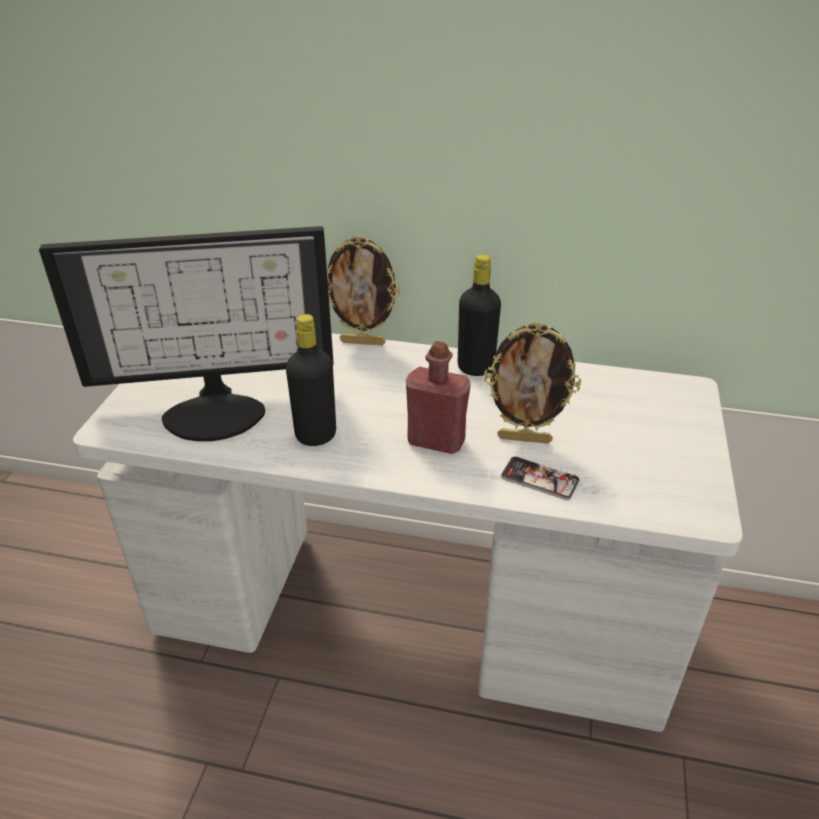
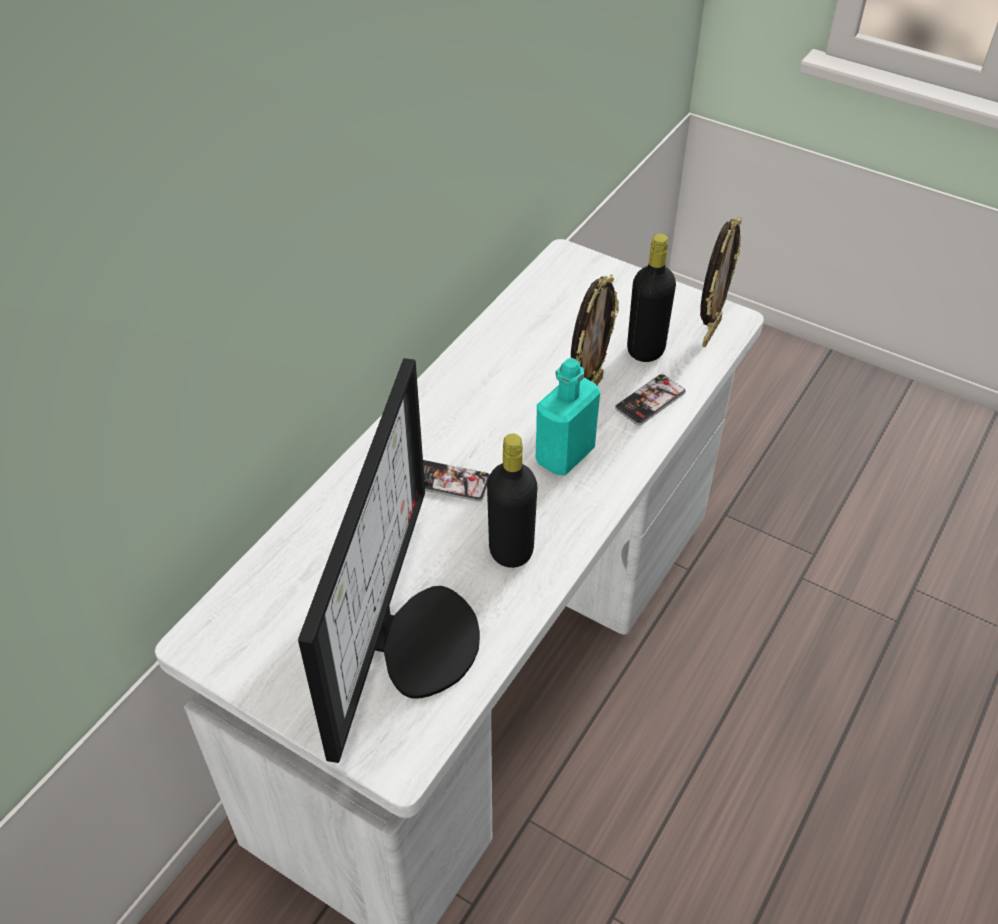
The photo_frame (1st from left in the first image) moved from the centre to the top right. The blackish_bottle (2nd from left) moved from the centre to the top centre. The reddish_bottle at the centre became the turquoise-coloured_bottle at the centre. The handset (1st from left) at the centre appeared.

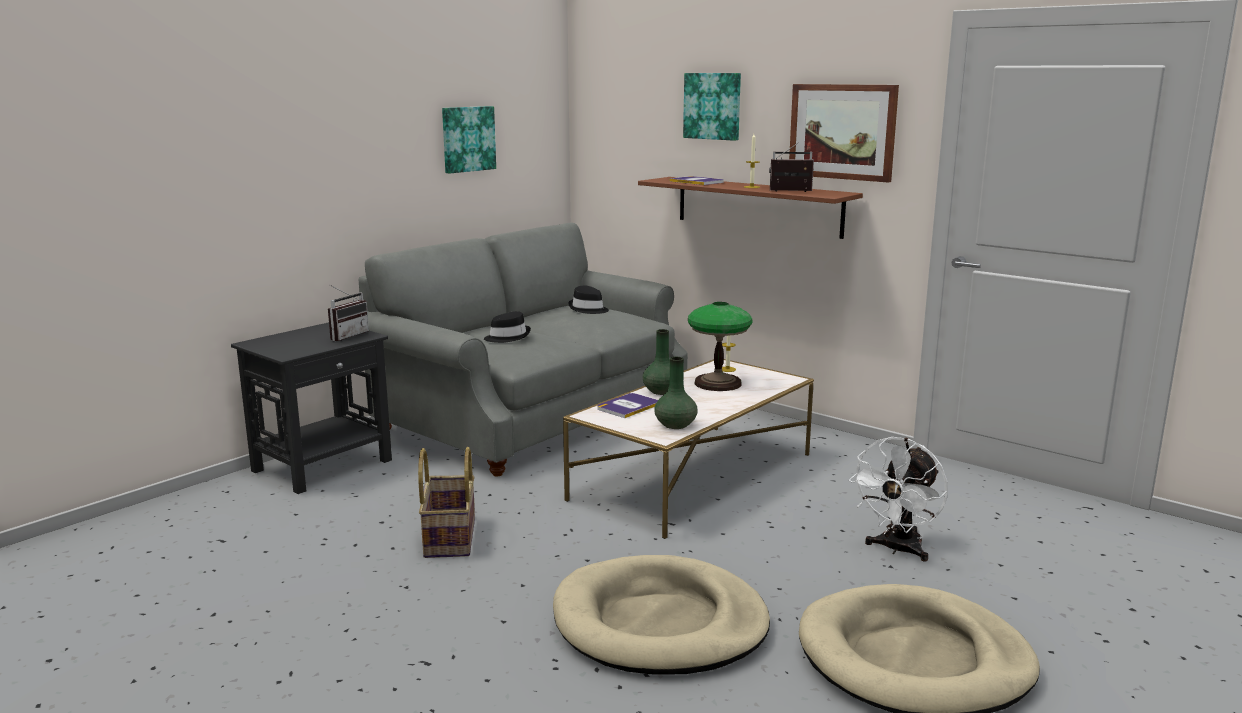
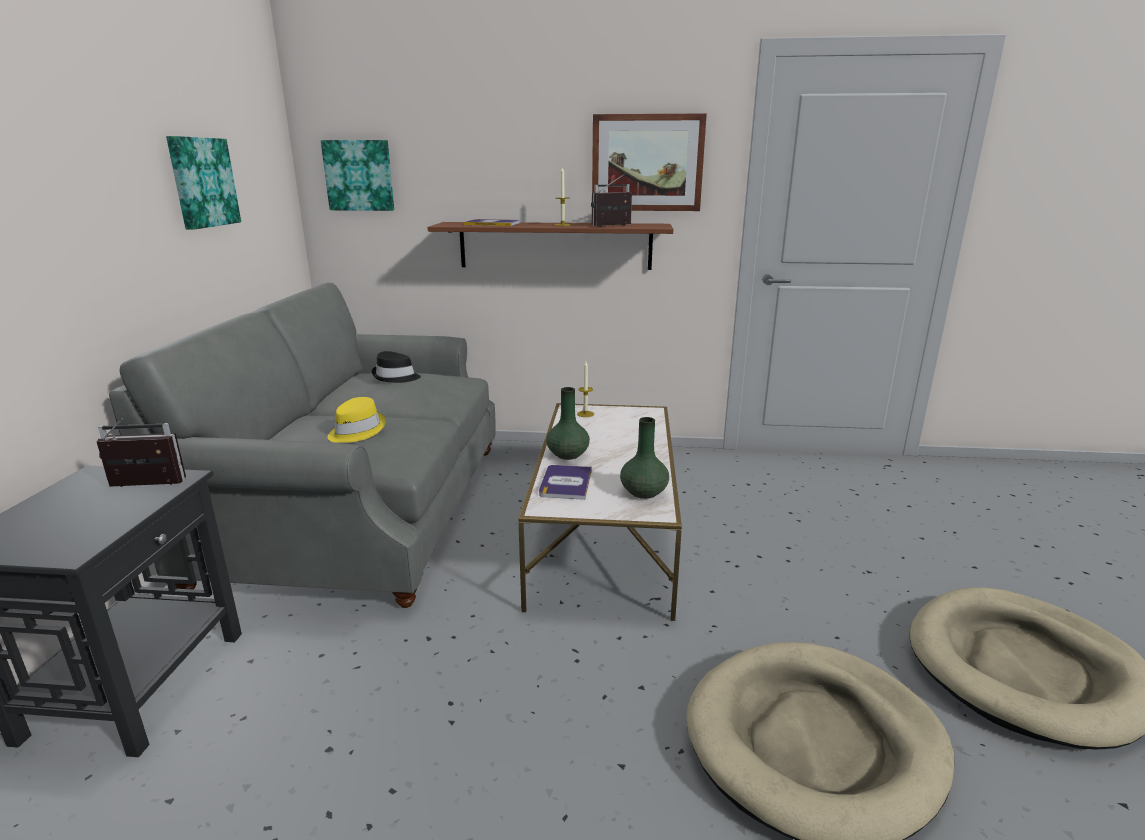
The wall_picture (2nd from left) moved from the top centre to the top left. The radio_set (1st from left) at the middle left turned 90 degrees counterclockwise. The table_lamp at the centre disappeared. The blackish_wearable_hat (1st from left) at the centre became the yellowish_wearable_hat at the middle left. The whitish_electric_fan at the bottom right disappeared. The storage_basket at the bottom centre disappeared.

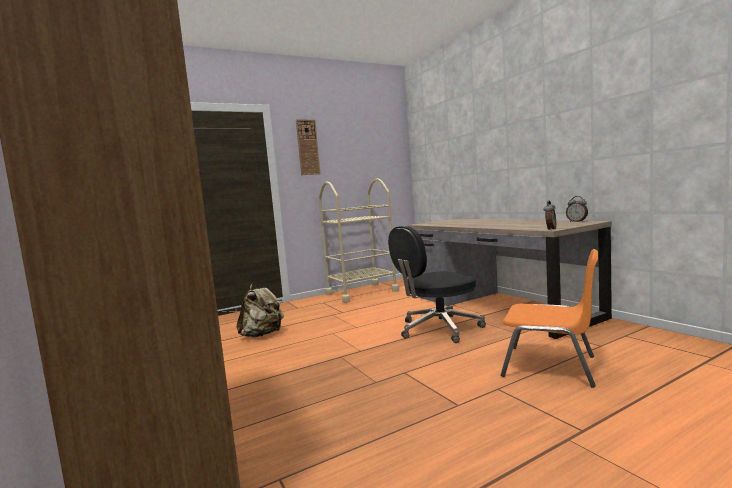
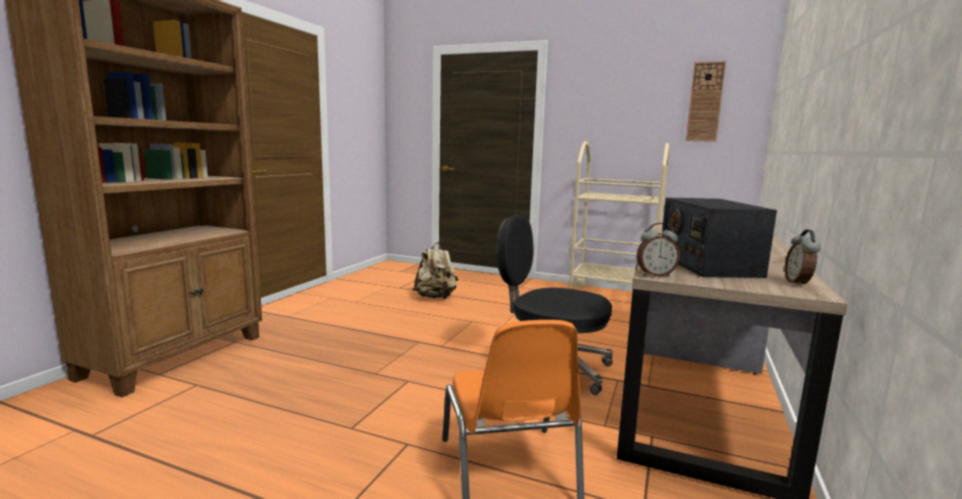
The hanging_clock moved from the top centre to the top right. The radio_set at the middle right appeared.

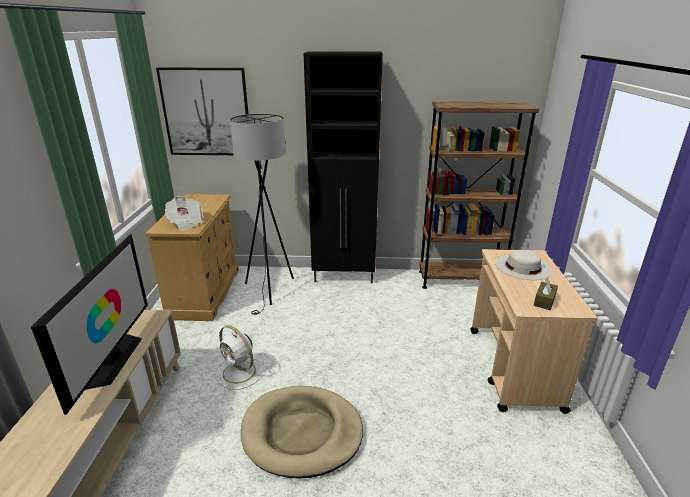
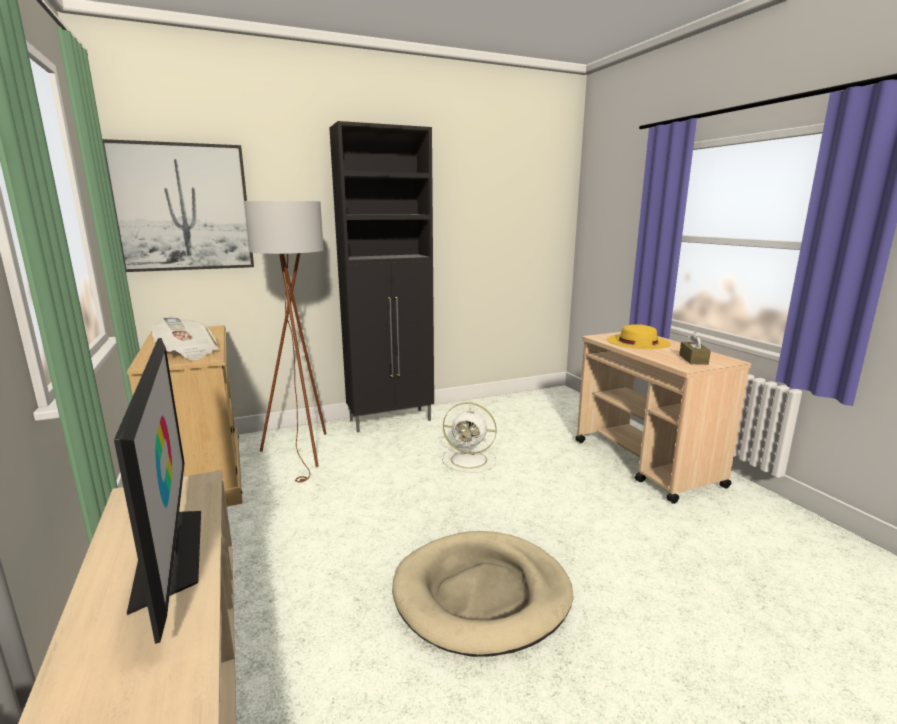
The brown-coloured_bookshelf at the middle right disappeared. The grey_standing_lamp at the centre became the brown-coloured_standing_lamp at the middle left. The whitish_wearable_hat at the middle right became the yellowish_wearable_hat at the middle right. The whitish_electric_fan moved from the bottom centre to the centre.

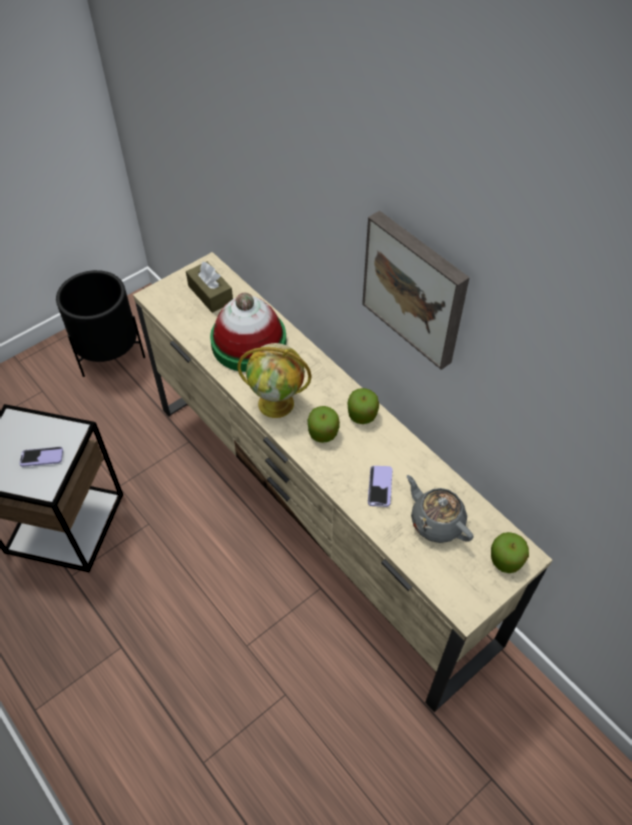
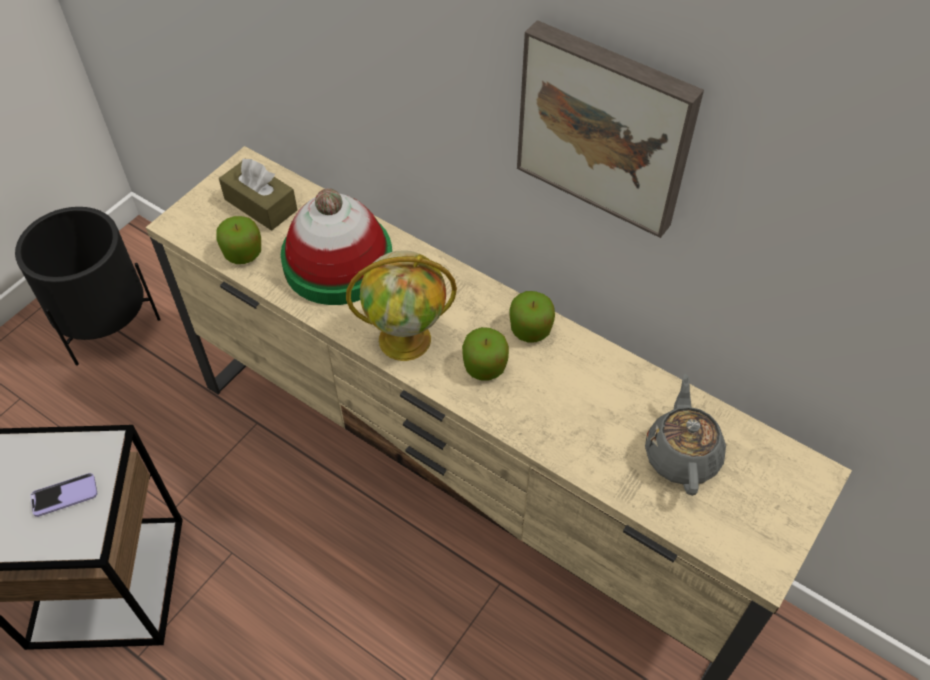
The handset (2nd from left) at the centre disappeared. The grey_teapot at the middle right turned 60 degrees clockwise. The whole_apple (3rd from left in the first image) moved from the bottom right to the middle left.

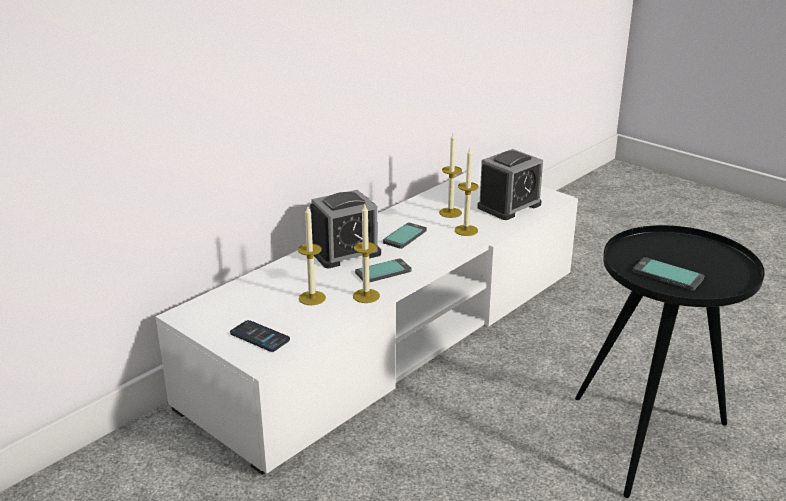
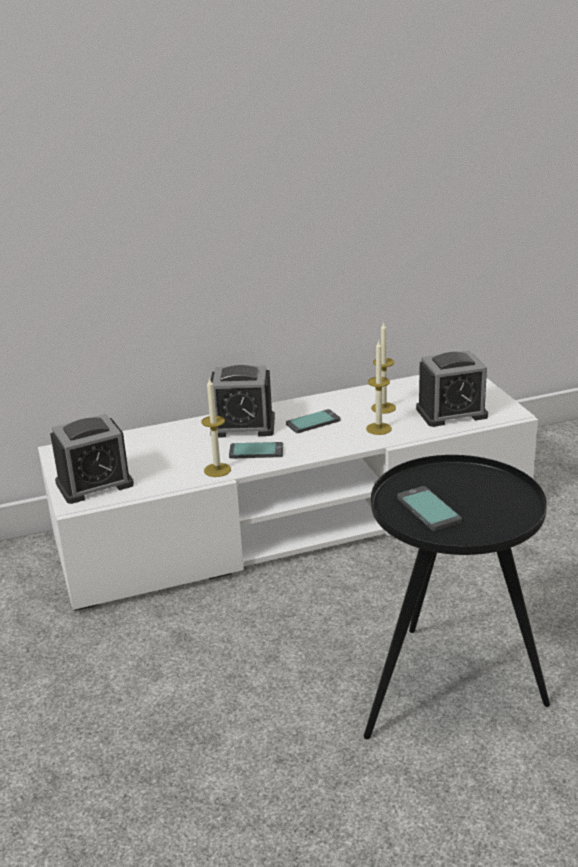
The candle (1st from left) at the centre disappeared. The handset (1st from left) at the bottom left was replaced by the bedside_clock (1st from left) at the middle left.

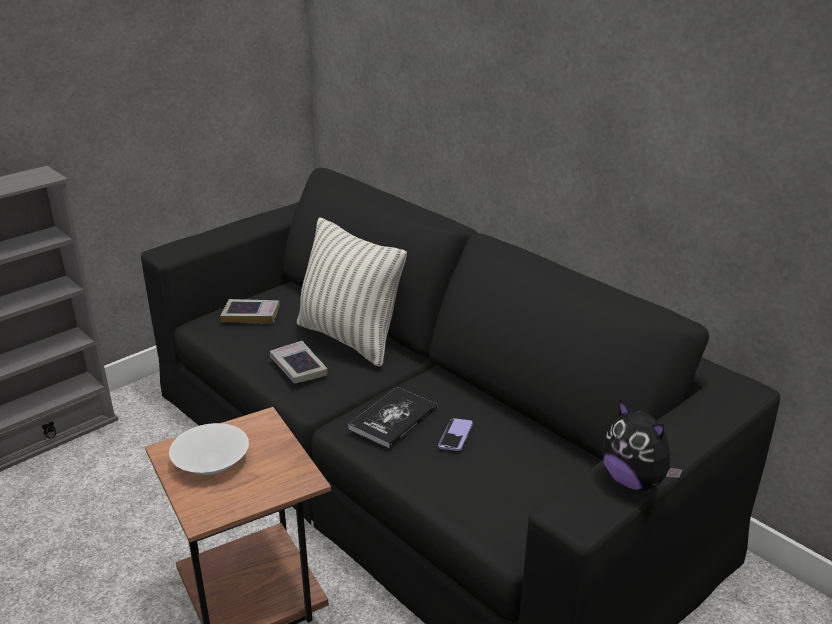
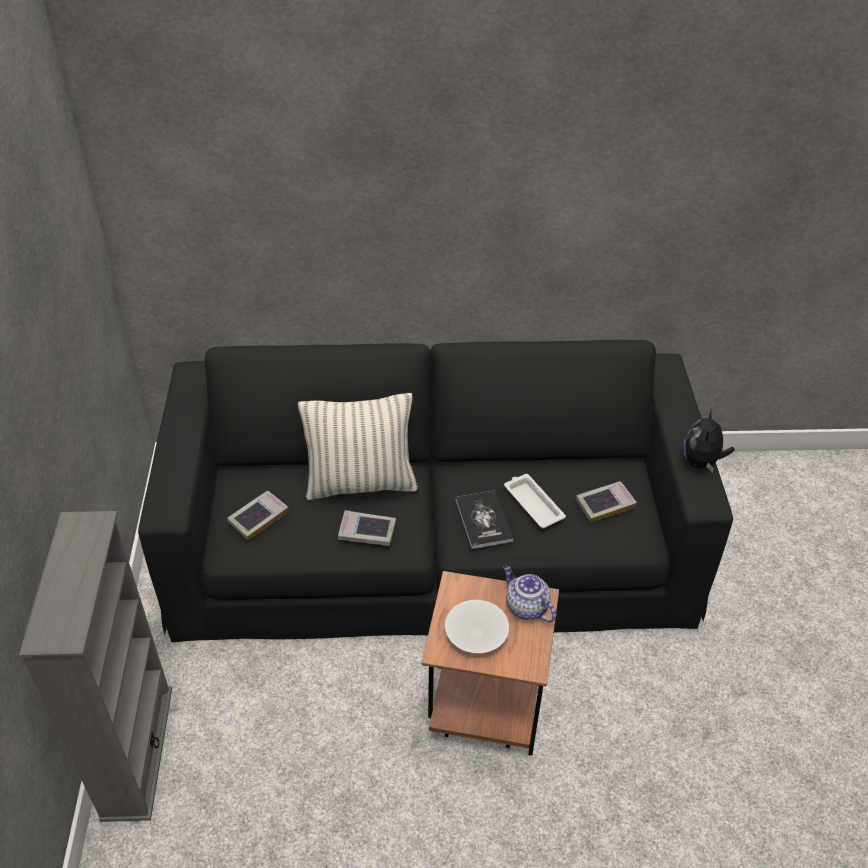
The cuddly_toy at the bottom right turned 105 degrees clockwise. The handset at the bottom centre was replaced by the whitish_serving_tray at the centre. The bound_book (4th from left) at the middle right appeared. The teapot at the bottom centre appeared.

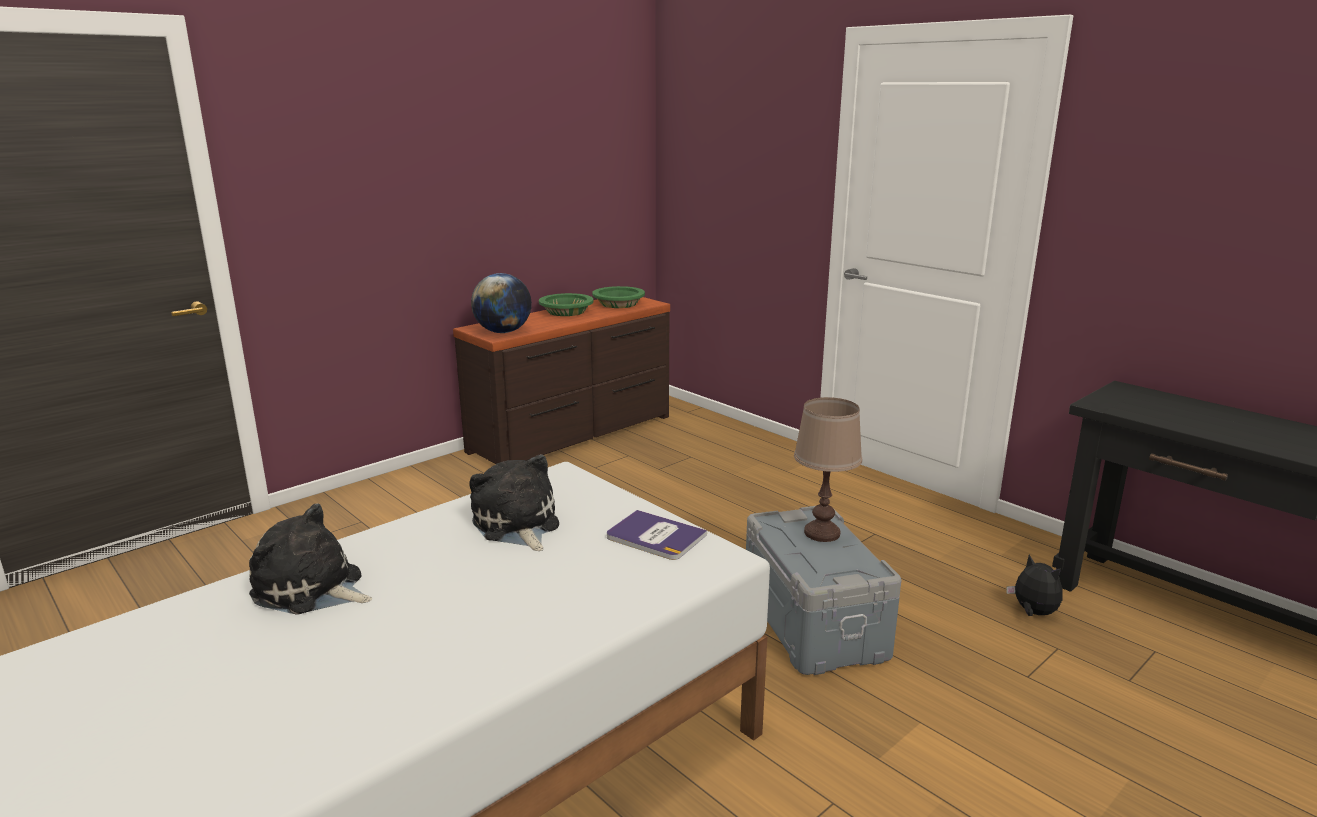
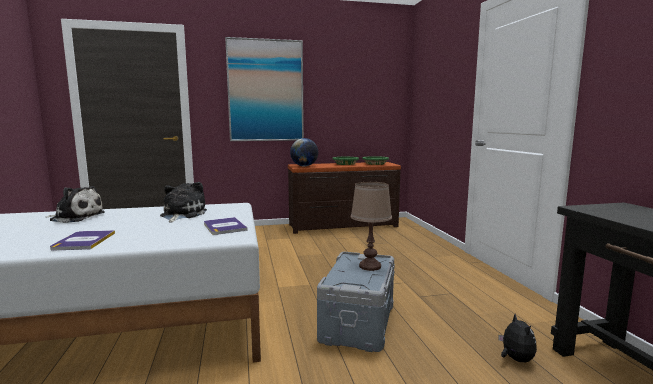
The cuddly_toy (1st from left) at the bottom left turned 135 degrees clockwise. The wall_picture at the top centre appeared. The bound_book (1st from left) at the middle left appeared.

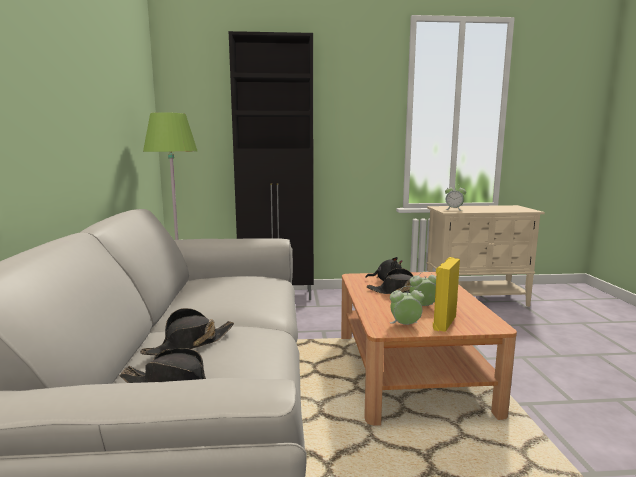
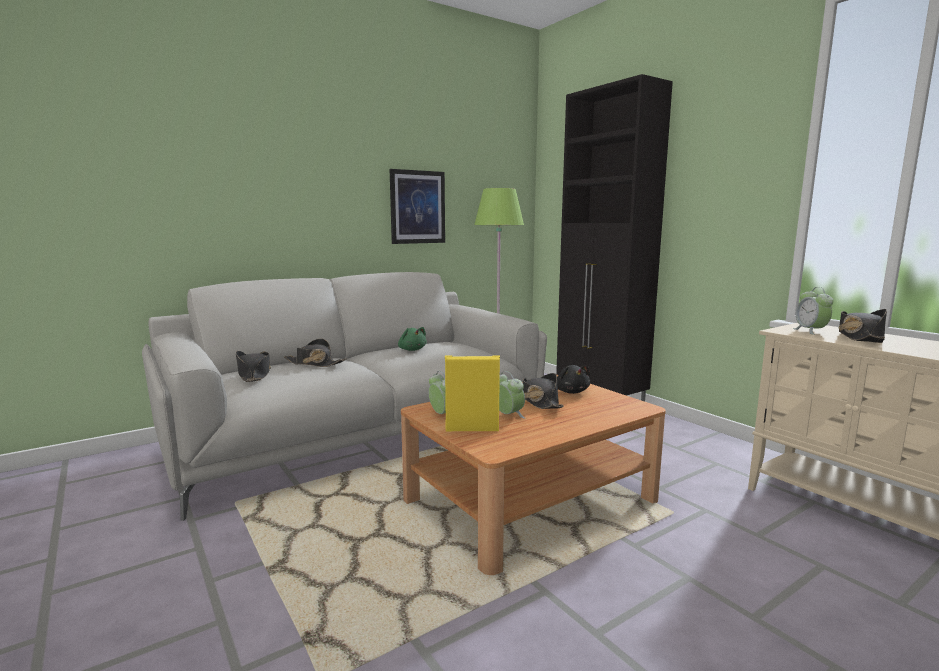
The wall_picture at the top centre appeared. The blackish_wearable_hat (4th from left) at the middle right appeared. The green-coloured_cuddly_toy at the centre appeared.

